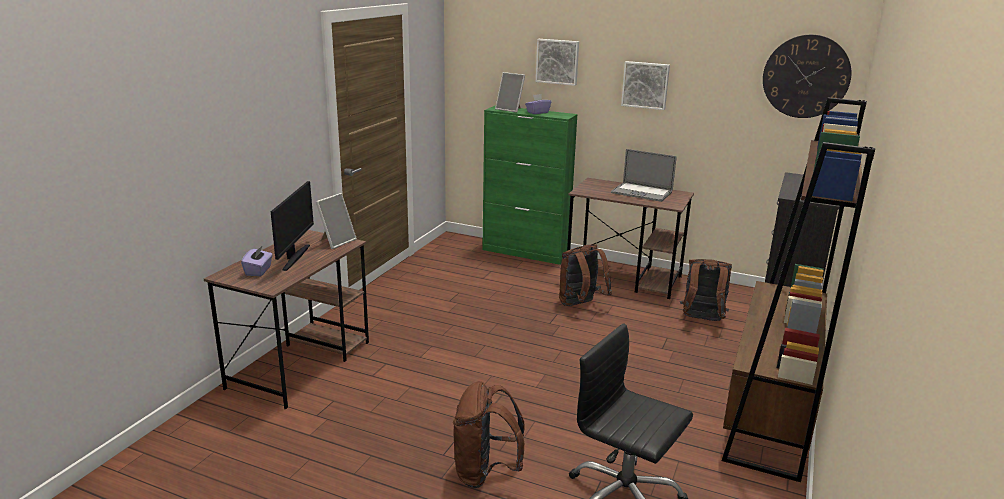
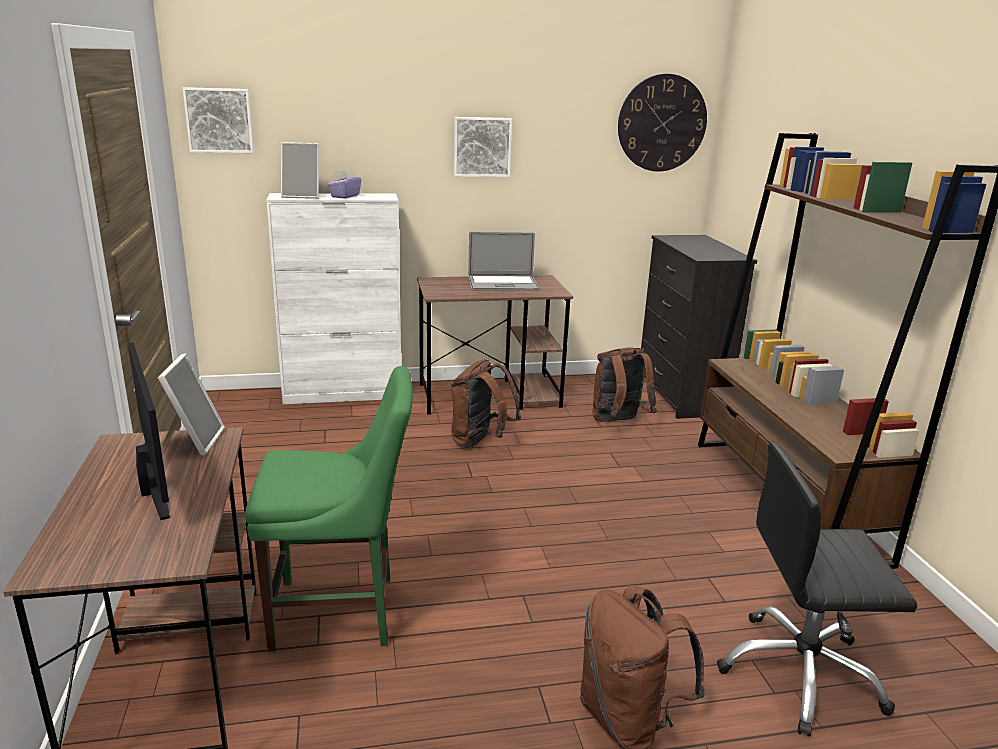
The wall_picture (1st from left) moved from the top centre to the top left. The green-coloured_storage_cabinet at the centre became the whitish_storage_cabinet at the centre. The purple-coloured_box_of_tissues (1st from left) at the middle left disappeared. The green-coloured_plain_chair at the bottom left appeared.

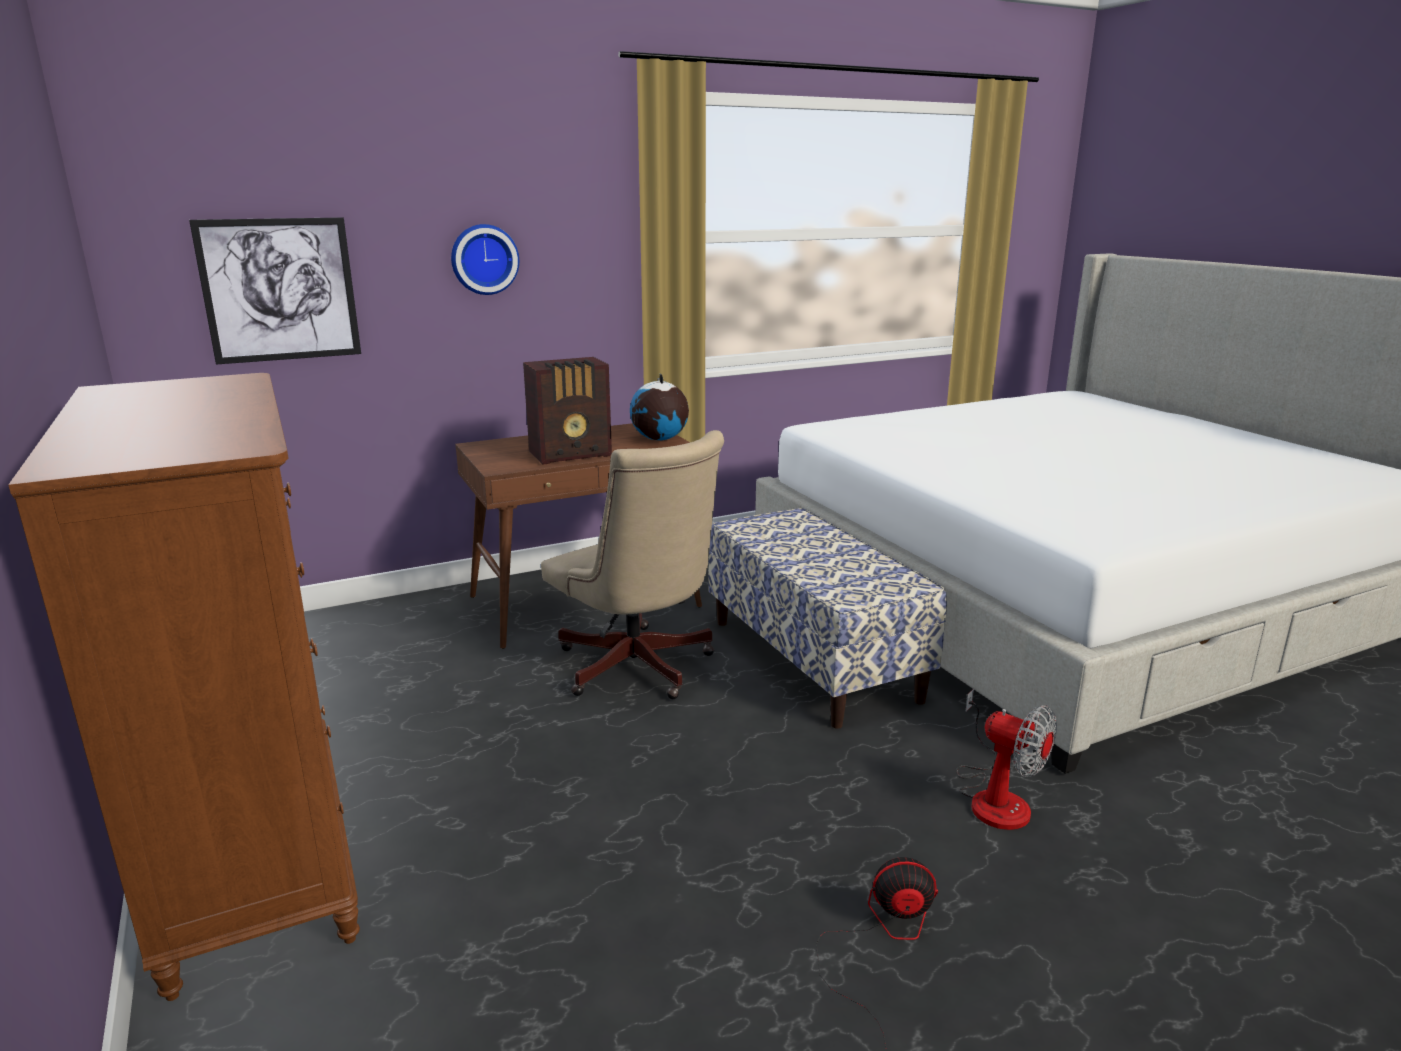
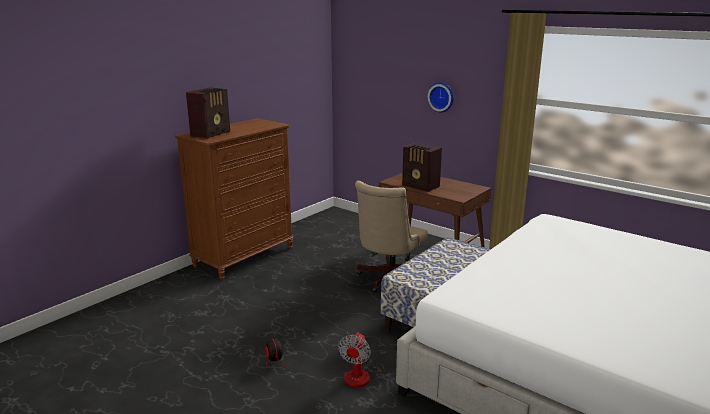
The wall_picture at the top left disappeared. The world_globe at the centre disappeared. The radio_set (1st from left) at the top left appeared.

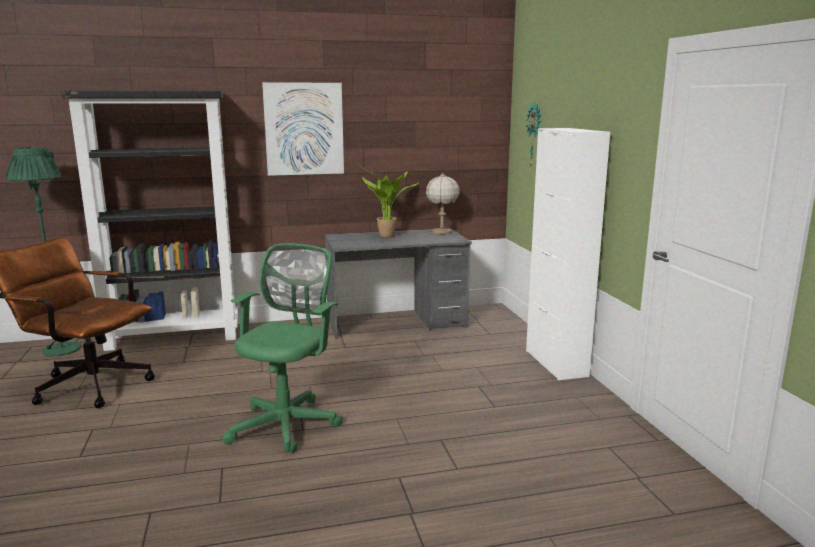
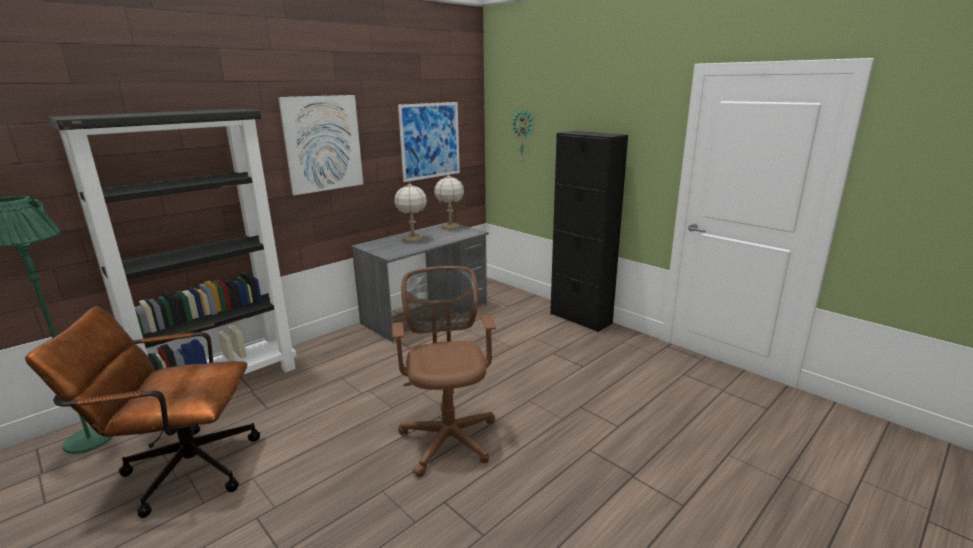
The whitish_storage_cabinet at the middle right became the blackish_storage_cabinet at the centre. The plant_in_a_pot at the centre was replaced by the table_lamp (1st from left) at the centre. The green-coloured_office_chair at the centre became the brown-coloured_office_chair (2nd from left) at the bottom centre. The wall_picture (2nd from left) at the top centre appeared.

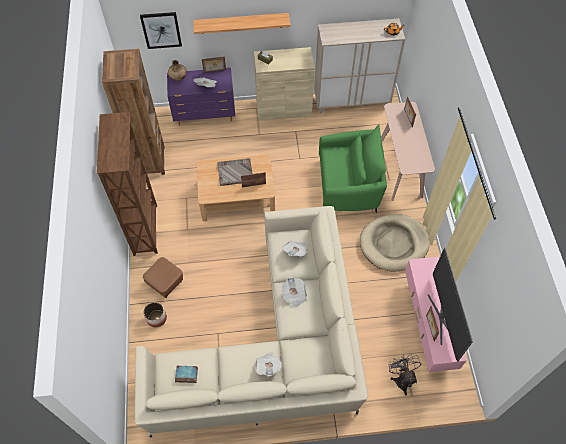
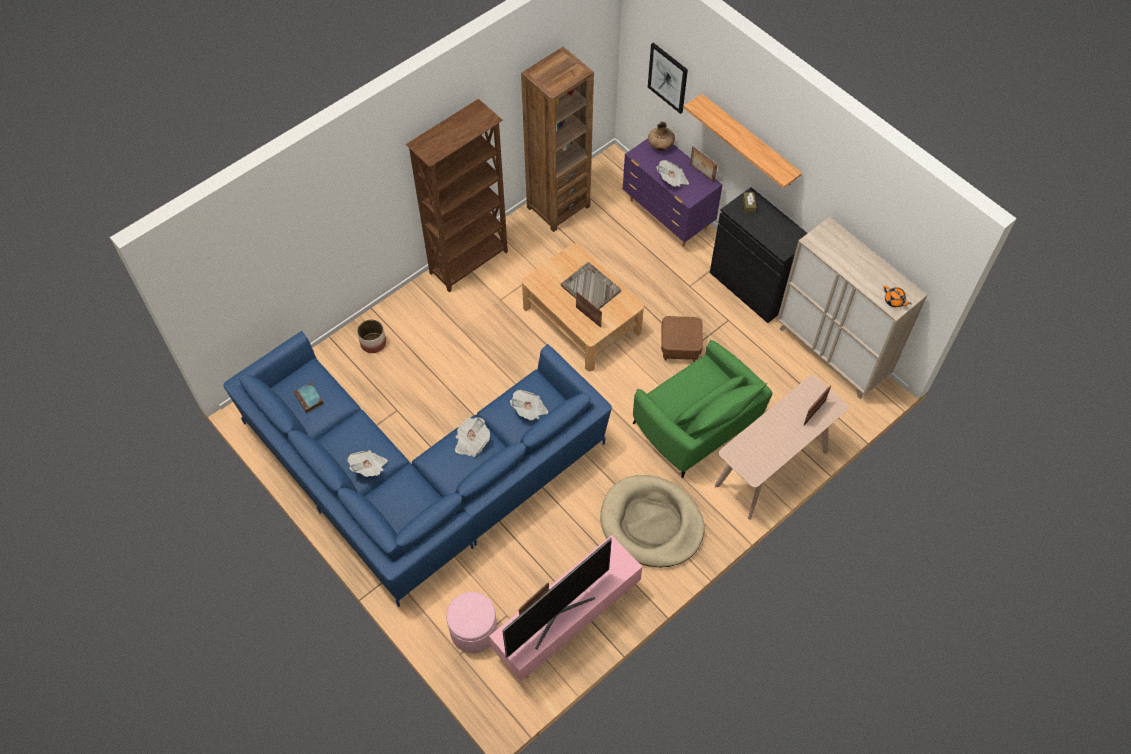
The beige-coloured_storage_cabinet (1st from left) at the top centre became the blackish_storage_cabinet at the middle right. The beige-coloured_settee at the bottom centre became the blue_settee at the centre. The brown-coloured_footrest moved from the middle left to the centre. The grey_electric_fan at the bottom right was replaced by the pinkish_footrest at the bottom centre.

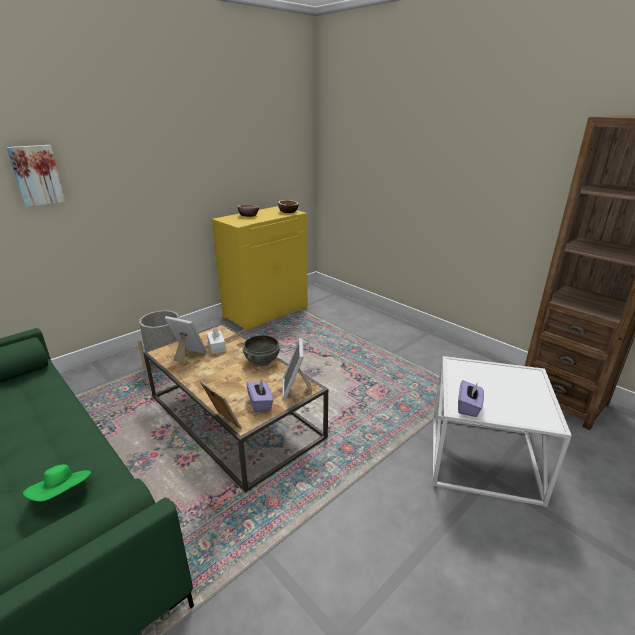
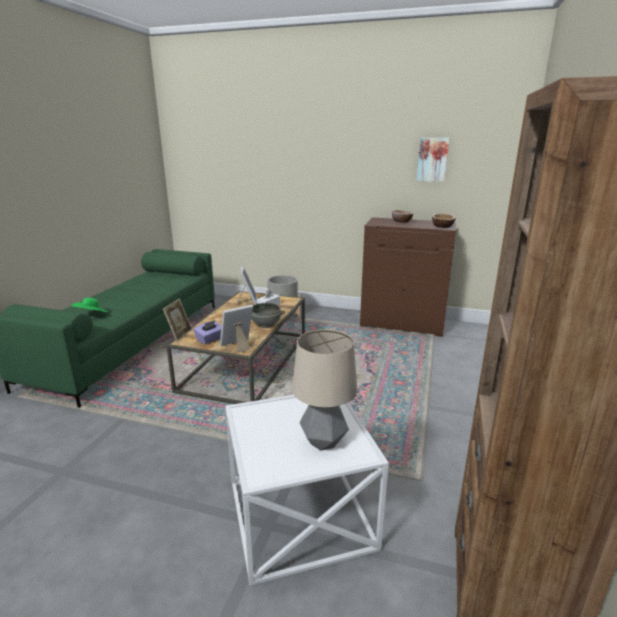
The wall_picture moved from the top left to the top right. The yellowish_storage_cabinet at the centre became the brown-coloured_storage_cabinet at the centre. The purple-coloured_box_of_tissues (2nd from left) at the middle right disappeared. The table_lamp at the centre appeared.

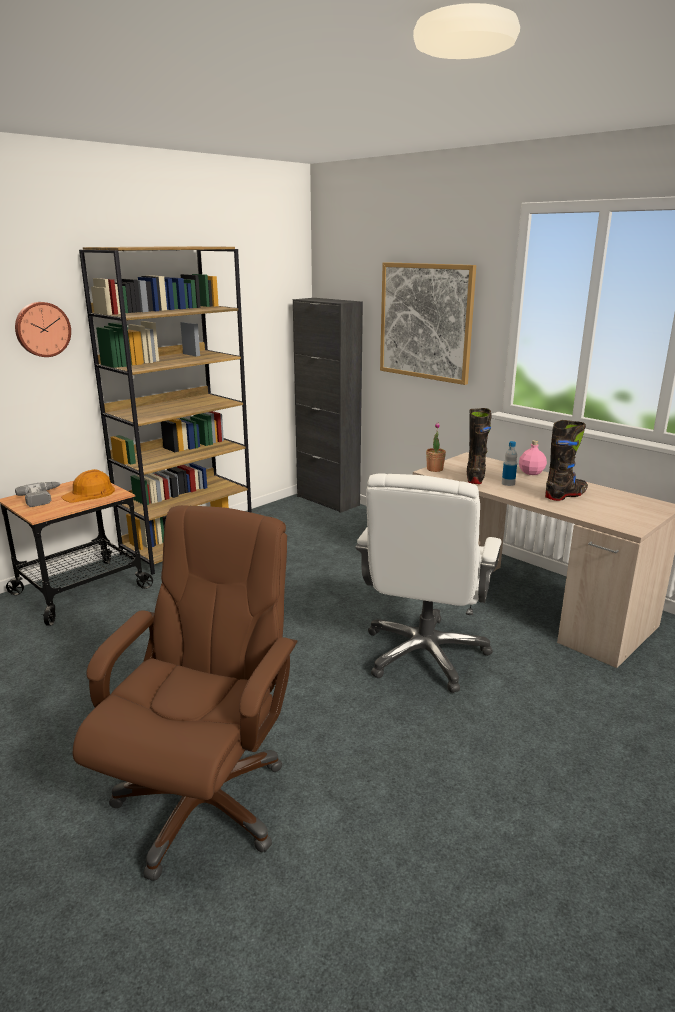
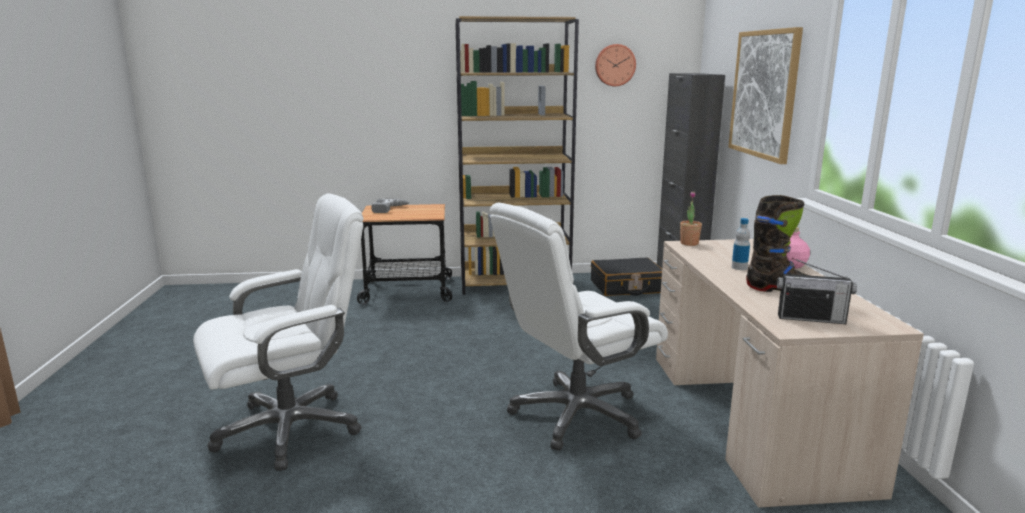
The hanging_clock moved from the top left to the top centre. The blackish_high-top_boot (1st from left) at the middle right disappeared. The orangey_work_helmet at the middle left disappeared. The brown-coloured_office_chair at the bottom left became the whitish_office_chair (1st from left) at the middle left. The blackish_piece_of_luggage at the centre appeared. The radio_set at the middle right appeared.

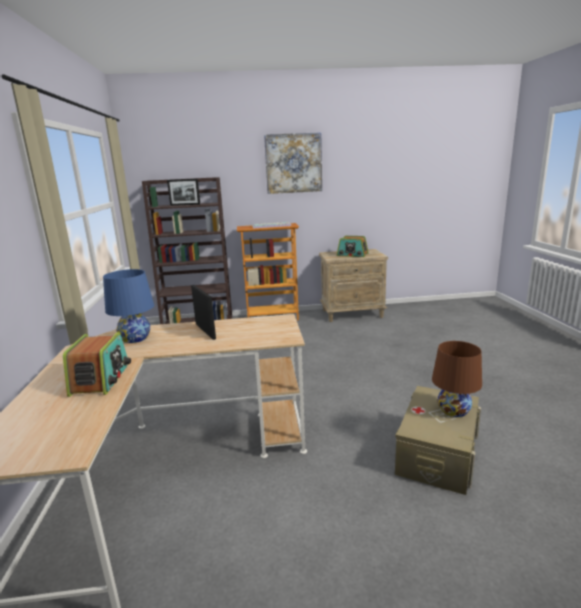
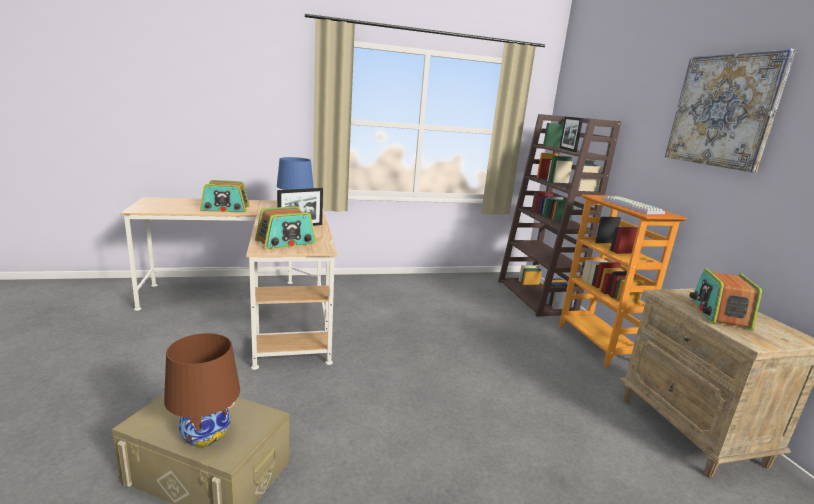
The radio_set (2nd from left) at the centre appeared.

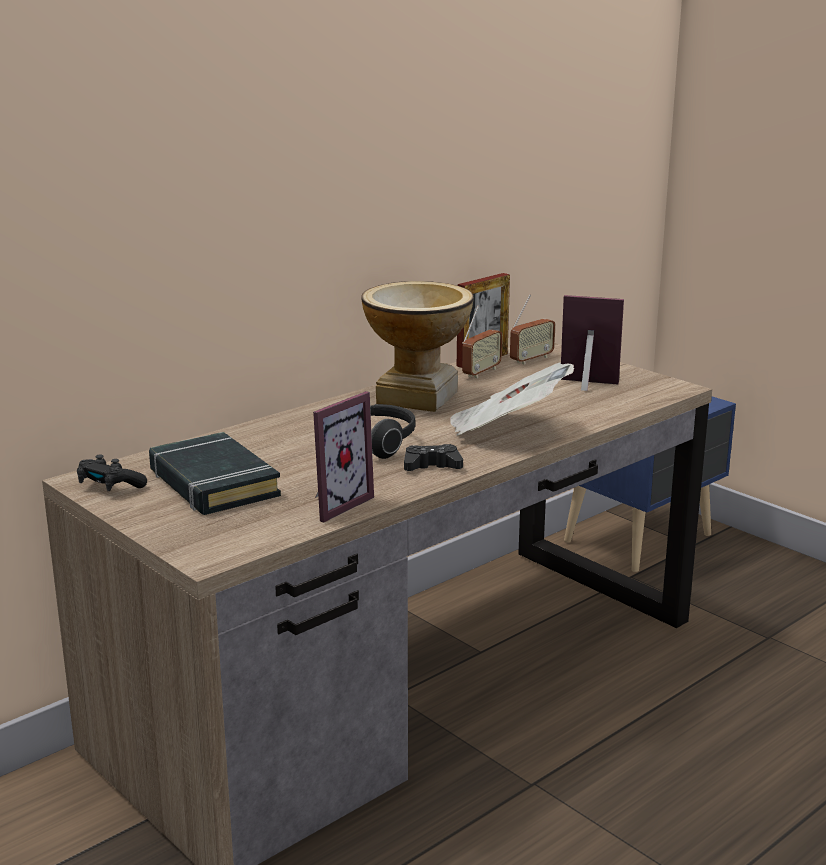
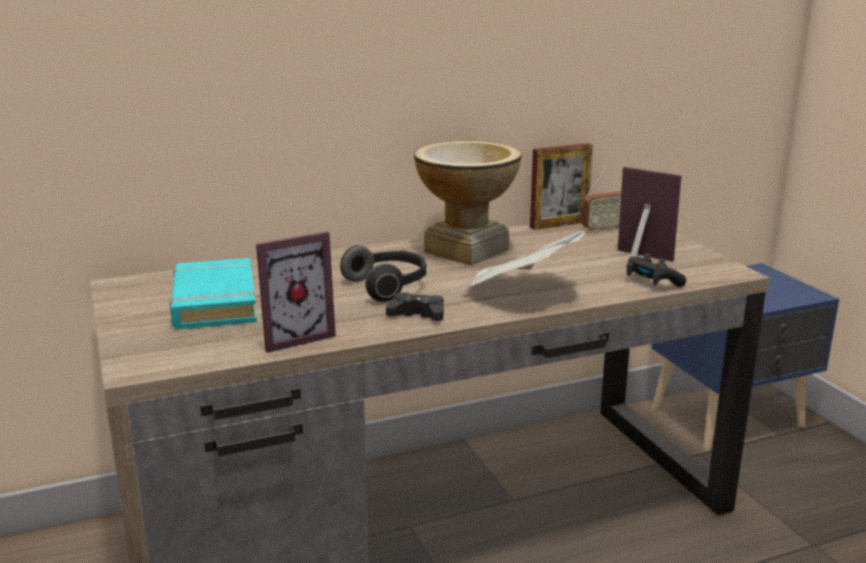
The radio_set (1st from left) at the centre disappeared. The blackish_bound_book at the middle left became the turquoise-coloured_bound_book at the middle left. The blackish_gamepad (1st from left in the first image) moved from the middle left to the middle right.

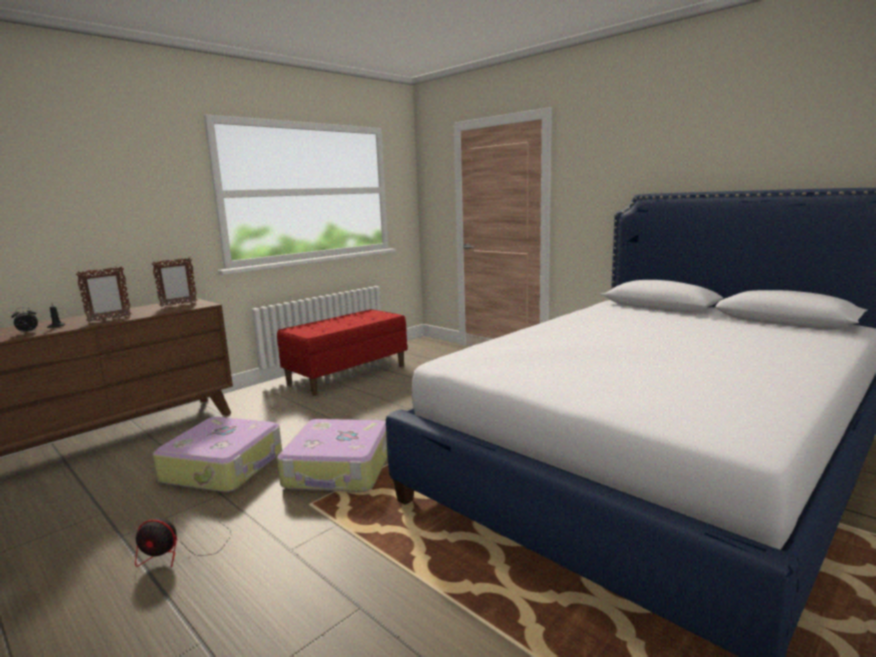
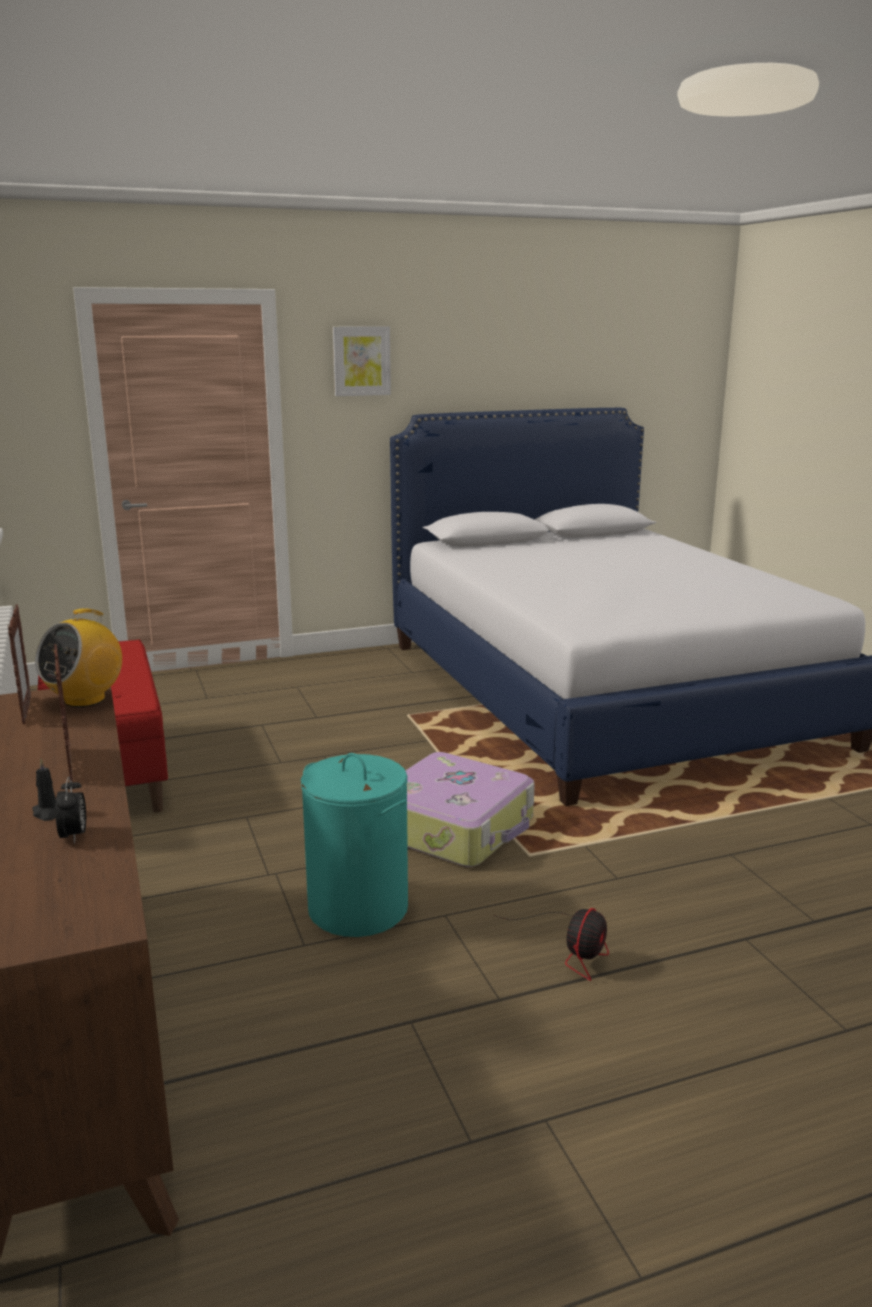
The piece_of_luggage (1st from left) at the bottom left was replaced by the turquoise-coloured_washing_basket at the centre. The wall_picture at the top centre appeared. The radio_set at the middle left appeared.

